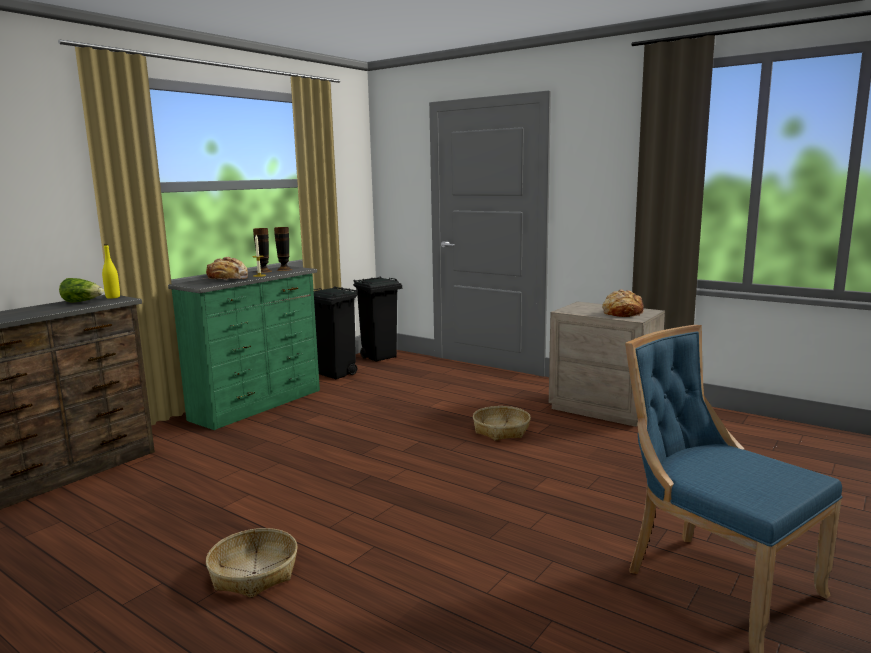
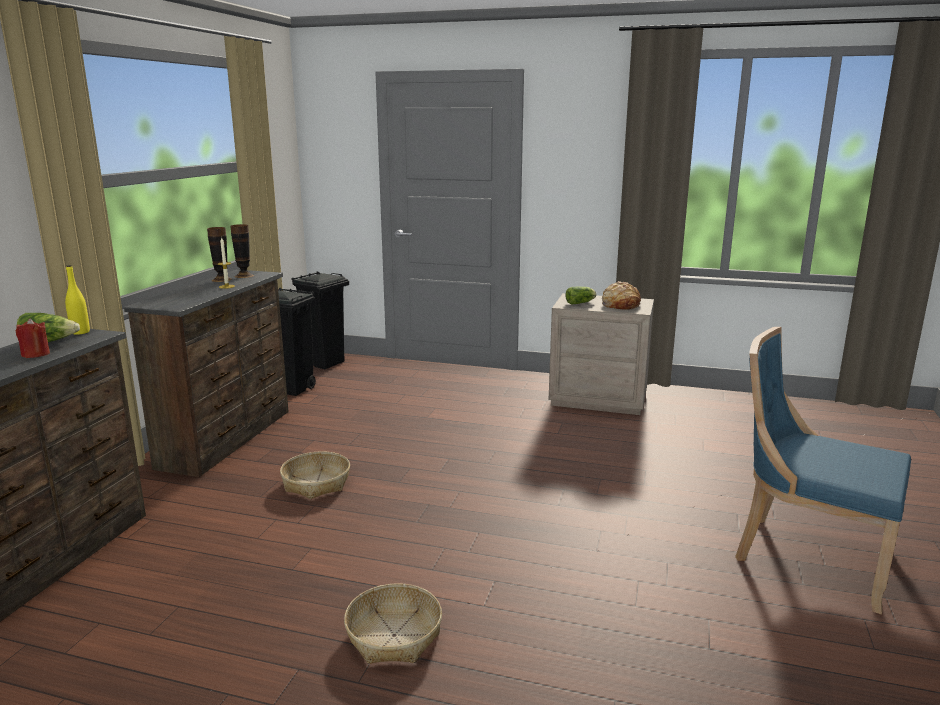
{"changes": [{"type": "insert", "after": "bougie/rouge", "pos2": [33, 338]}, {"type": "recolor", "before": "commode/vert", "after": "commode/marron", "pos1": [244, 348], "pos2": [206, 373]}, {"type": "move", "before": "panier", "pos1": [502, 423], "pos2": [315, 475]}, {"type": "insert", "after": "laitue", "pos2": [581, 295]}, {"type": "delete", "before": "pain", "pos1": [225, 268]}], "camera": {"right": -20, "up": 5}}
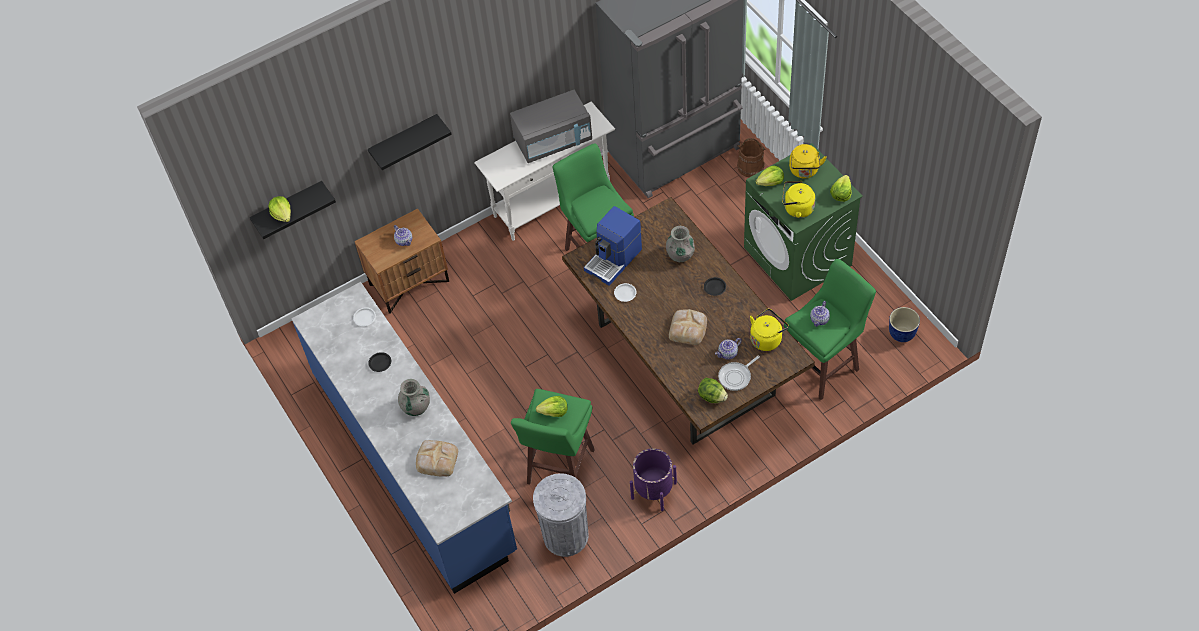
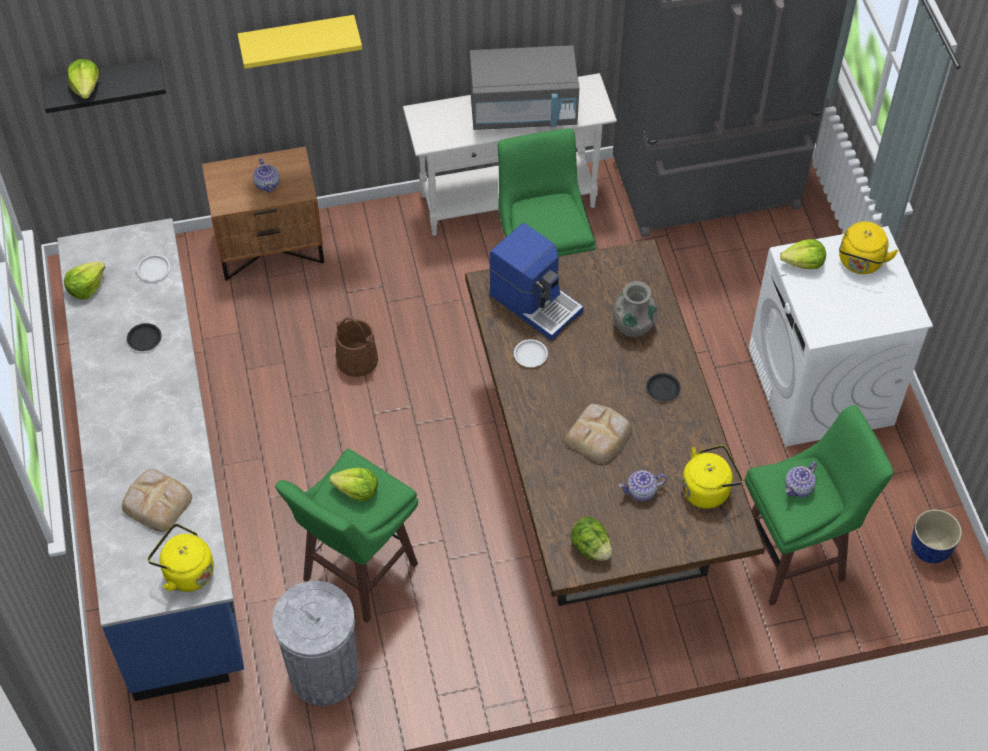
{"changes": [{"type": "move", "before": "laitue", "pos1": [841, 188], "pos2": [84, 280]}, {"type": "move", "before": "bouilloire/jaune", "pos1": [798, 199], "pos2": [181, 557]}, {"type": "recolor", "before": "étagère/noir", "after": "étagère/jaune", "pos1": [410, 142], "pos2": [300, 42]}, {"type": "move", "before": "seau/marron", "pos1": [751, 157], "pos2": [356, 347]}, {"type": "rotate", "before": "machine à café", "pos1": [613, 246], "pos2": [536, 282], "turn": -105}, {"type": "recolor", "before": "lave-linge/vert", "after": "lave-linge/blanc", "pos1": [803, 222], "pos2": [841, 336]}, {"type": "delete", "before": "vase/gris", "pos1": [414, 397]}, {"type": "delete", "before": "cache-pot/violet", "pos1": [653, 479]}, {"type": "delete", "before": "poêle", "pos1": [739, 373]}], "camera": {"right": 15, "up": 0}}
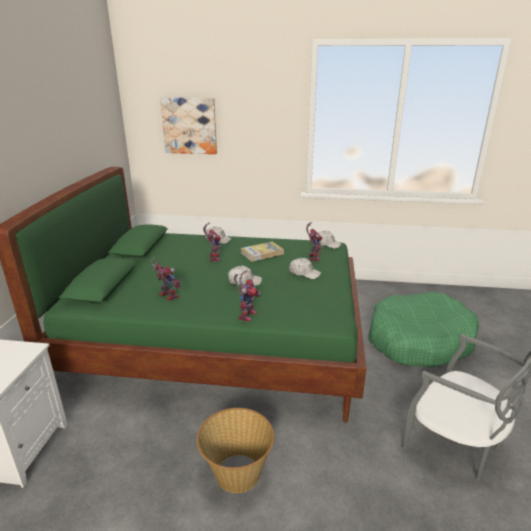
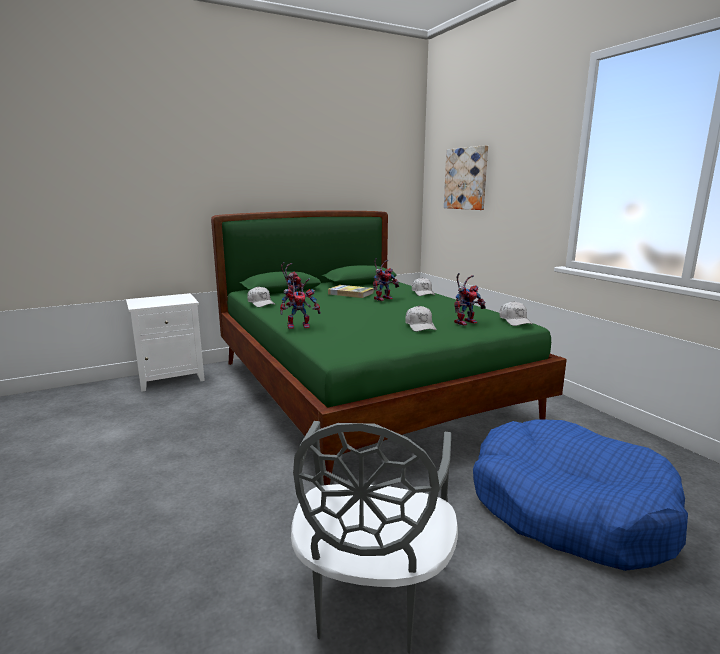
{"changes": [{"type": "move", "before": "casquette/blanc", "pos1": [245, 276], "pos2": [261, 296]}, {"type": "move", "before": "livre", "pos1": [262, 252], "pos2": [351, 291]}, {"type": "recolor", "before": "panier pour chien/vert", "after": "panier pour chien/bleu", "pos1": [423, 330], "pos2": [580, 495]}, {"type": "delete", "before": "panier", "pos1": [235, 450]}], "camera": {"right": 55, "up": -10}}
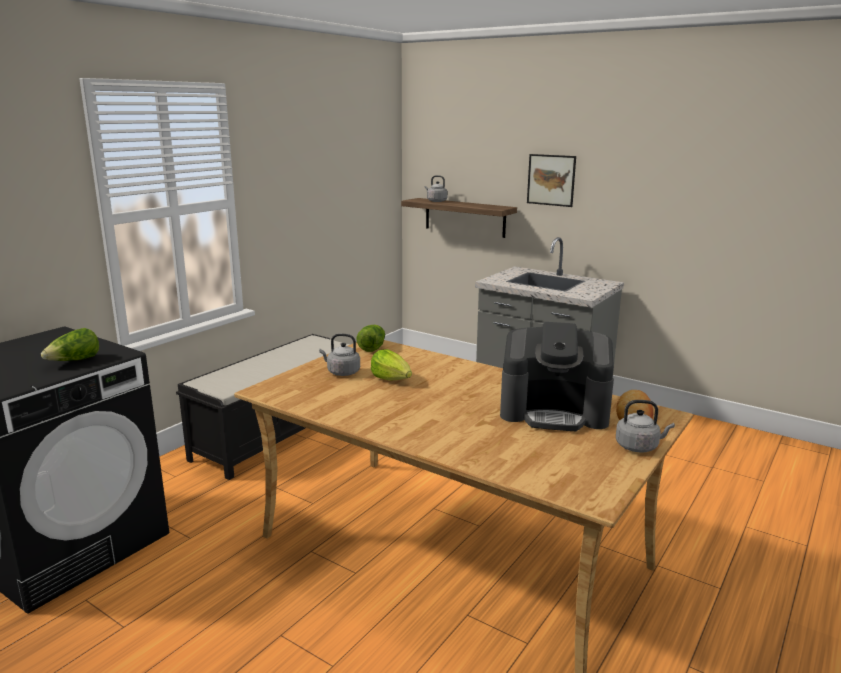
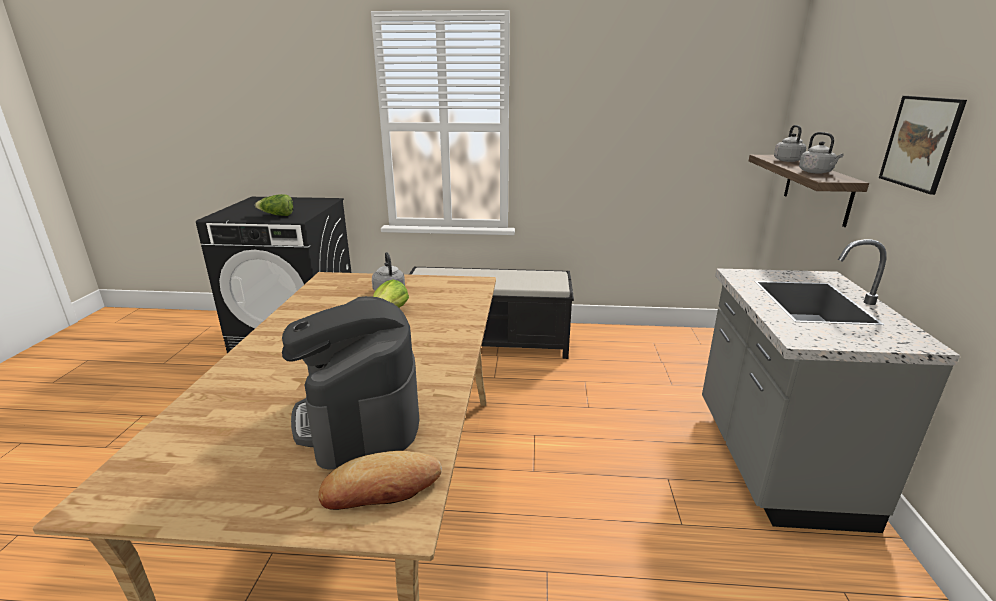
{"changes": [{"type": "move", "before": "bouilloire/gris", "pos1": [645, 426], "pos2": [821, 153]}, {"type": "delete", "before": "laitue", "pos1": [370, 338]}], "camera": {"right": 60, "up": 5}}
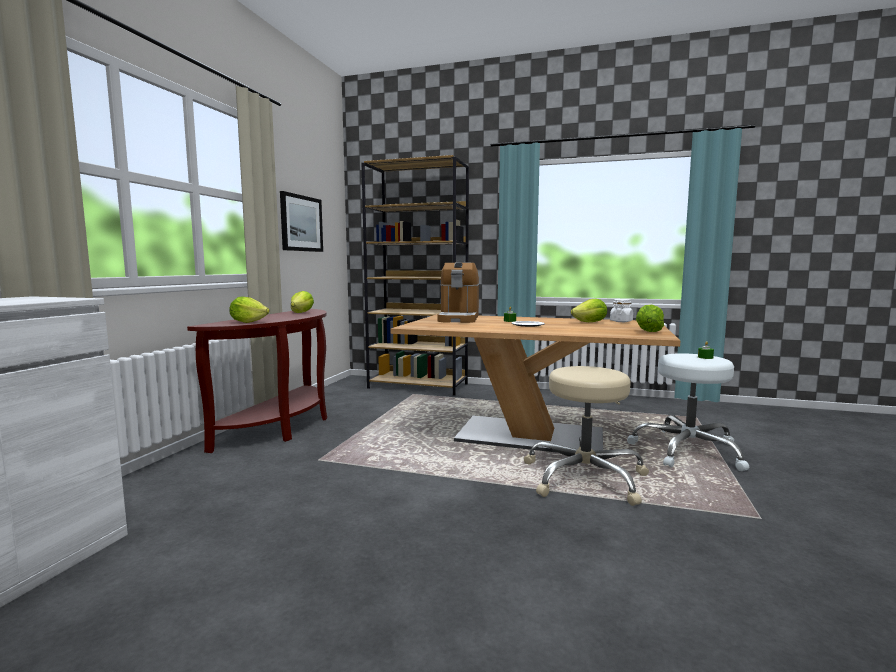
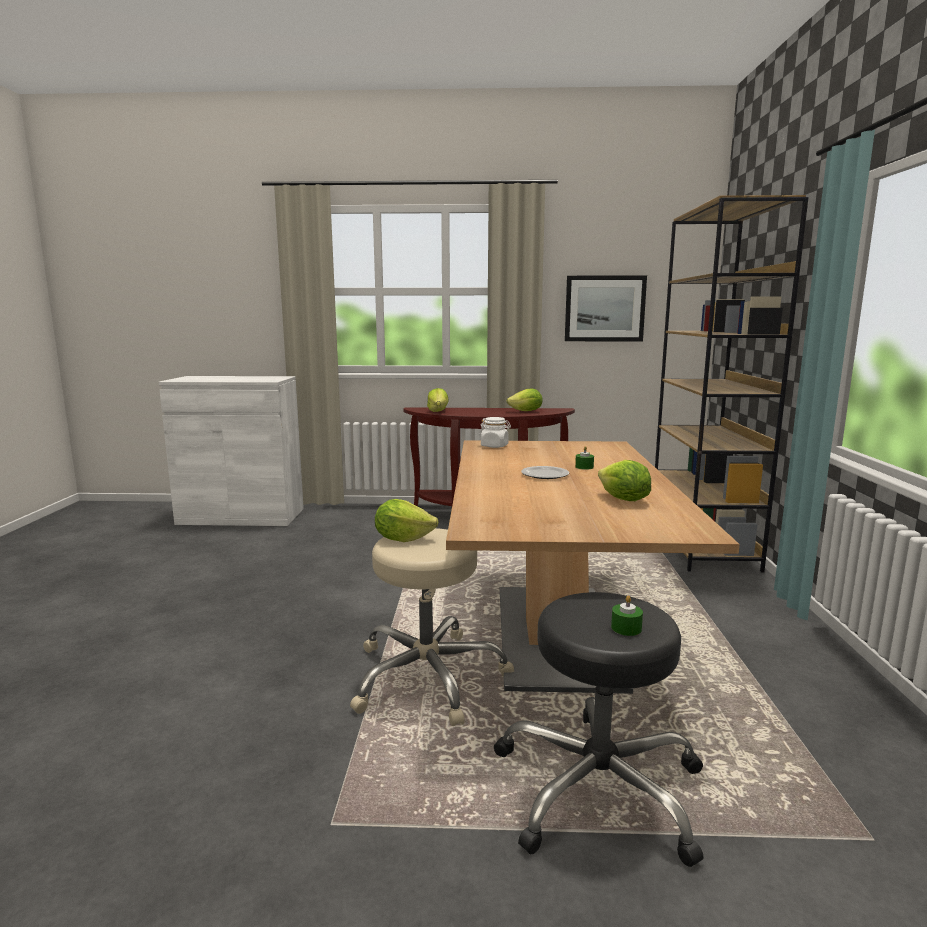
{"changes": [{"type": "move", "before": "laitue", "pos1": [650, 318], "pos2": [406, 520]}, {"type": "move", "before": "bocal/blanc", "pos1": [621, 310], "pos2": [495, 432]}, {"type": "recolor", "before": "tabouret/blanc", "after": "tabouret/noir", "pos1": [688, 412], "pos2": [598, 729]}, {"type": "delete", "before": "machine à café", "pos1": [458, 292]}], "camera": {"right": 75, "up": 5}}
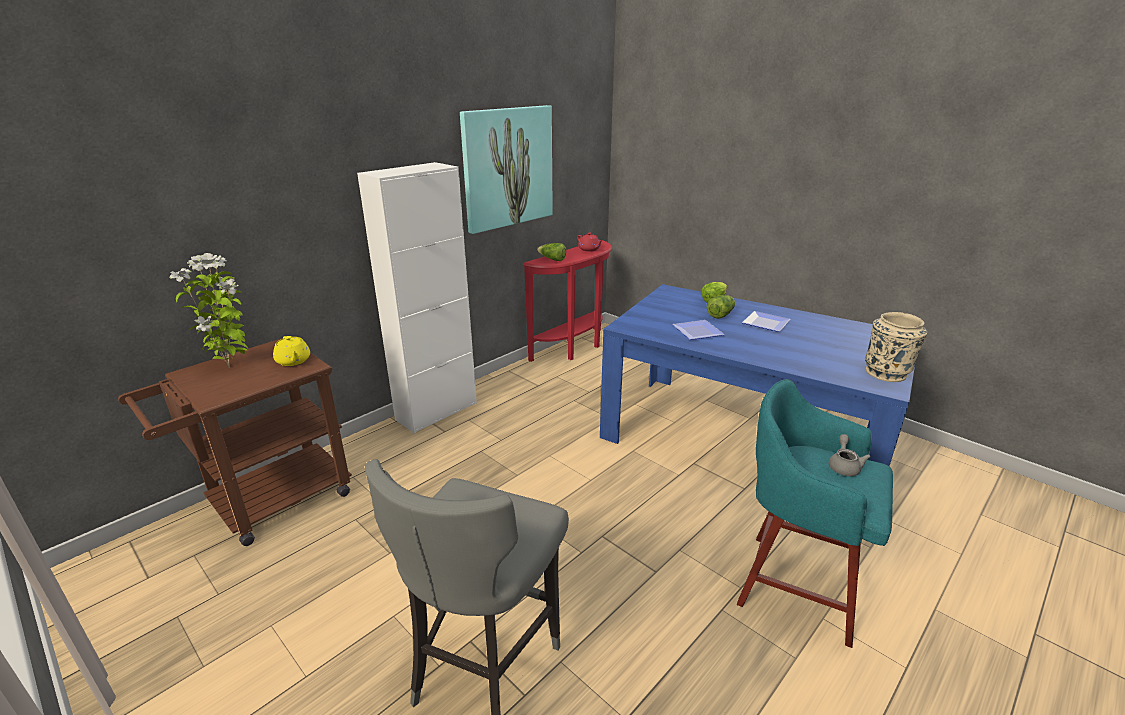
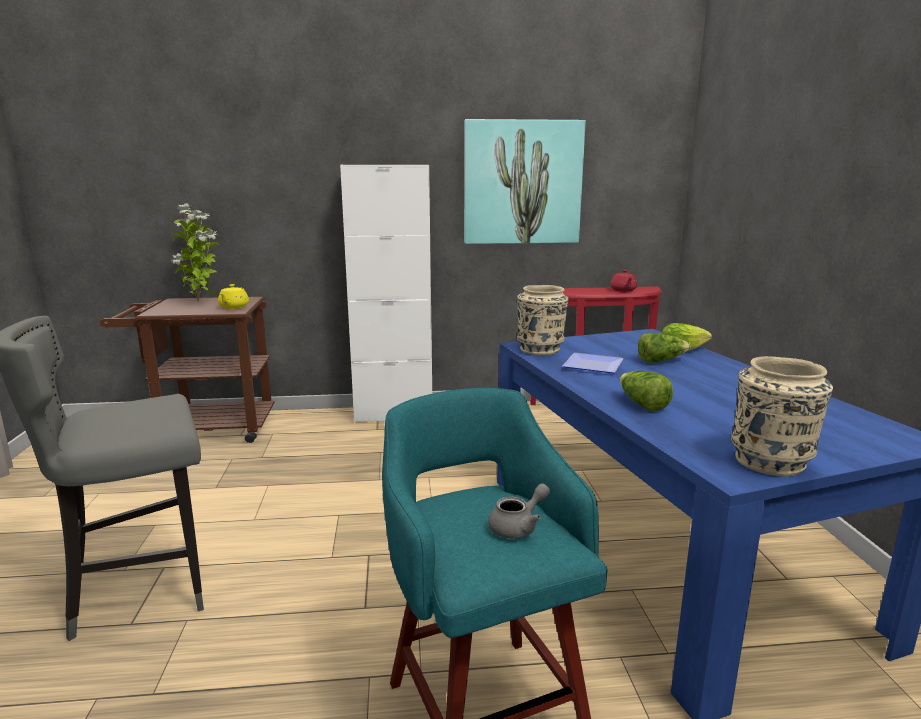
{"changes": [{"type": "insert", "after": "vase/beige", "pos2": [543, 320]}, {"type": "move", "before": "laitue", "pos1": [551, 252], "pos2": [646, 391]}, {"type": "delete", "before": "assiette", "pos1": [766, 321]}], "camera": {"right": 40, "up": -10}}
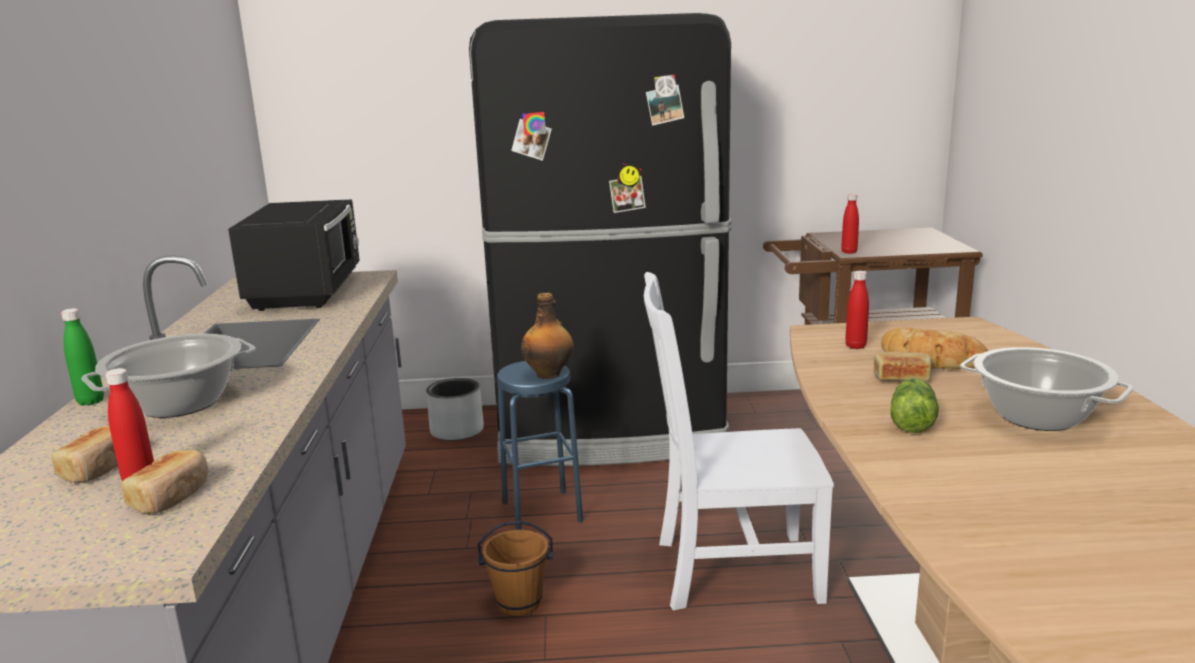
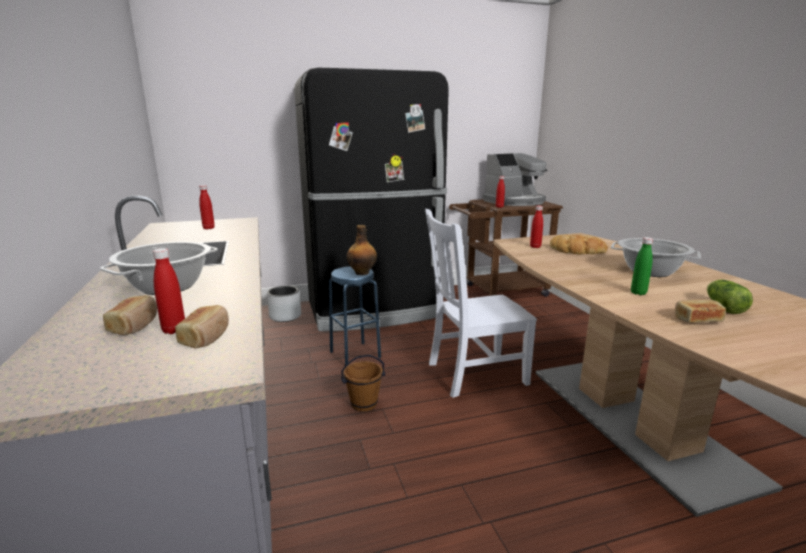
{"changes": [{"type": "replace", "before": "micro-ondes/noir", "after": "bouteille/rouge", "pos1": [294, 255], "pos2": [207, 207]}, {"type": "insert", "after": "machine à café", "pos2": [514, 179]}, {"type": "move", "before": "bouteille/vert", "pos1": [82, 357], "pos2": [642, 266]}, {"type": "move", "before": "pain", "pos1": [903, 366], "pos2": [700, 311]}, {"type": "move", "before": "laitue", "pos1": [914, 405], "pos2": [730, 296]}], "camera": {"right": -15, "up": 0}}
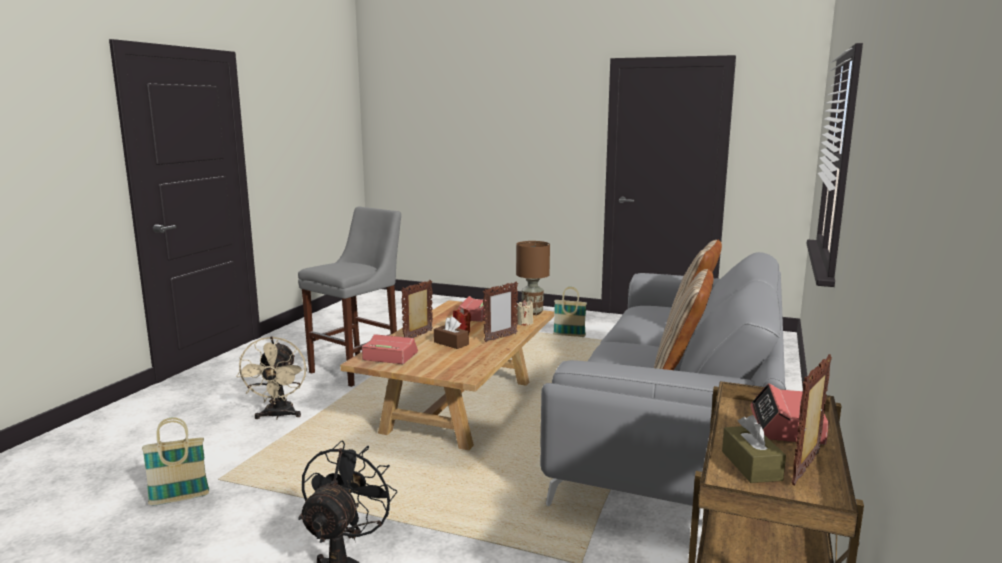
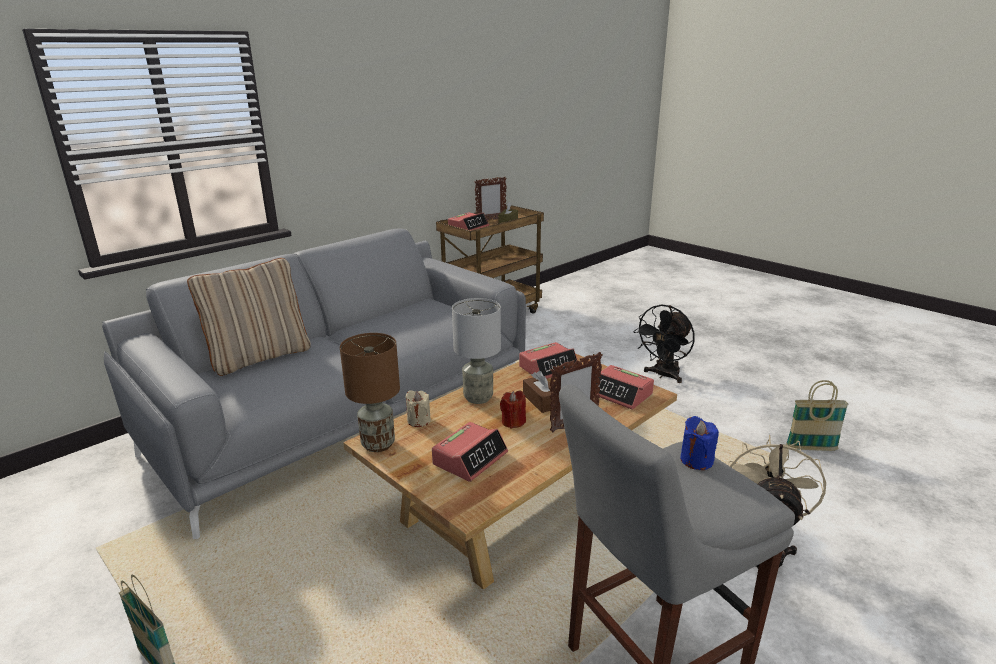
{"changes": [{"type": "replace", "before": "cadre photo", "after": "lampe de table/gris", "pos1": [500, 311], "pos2": [476, 351]}, {"type": "insert", "after": "réveil", "pos2": [548, 360]}, {"type": "insert", "after": "bougie/bleu", "pos2": [699, 443]}, {"type": "delete", "before": "coussin/beige", "pos1": [683, 319]}], "camera": {"right": -155, "up": 10}}
